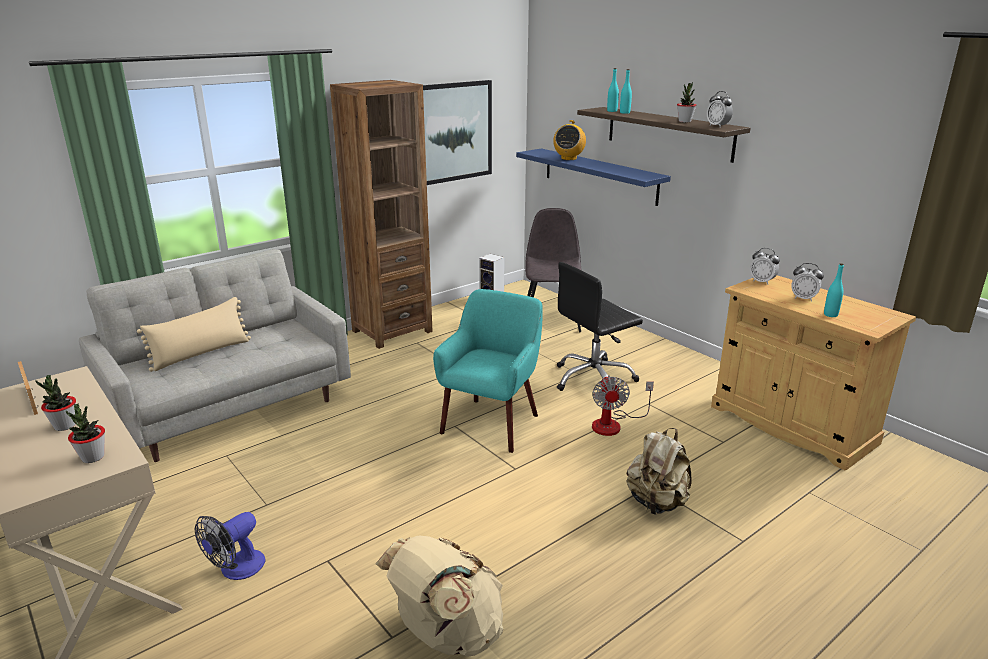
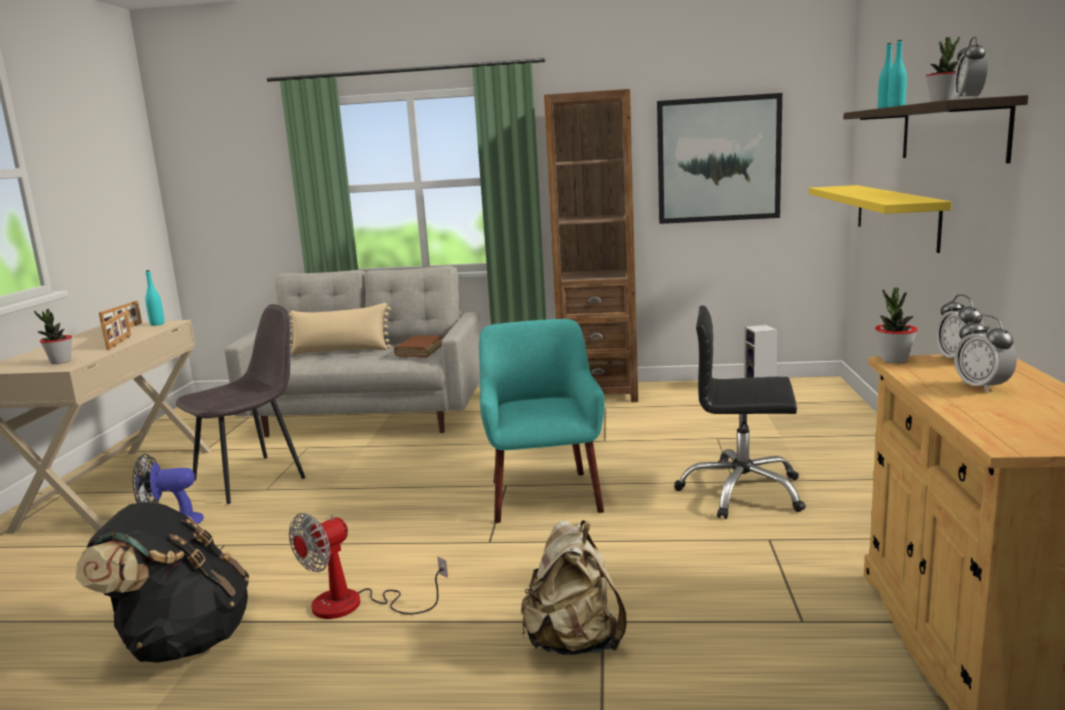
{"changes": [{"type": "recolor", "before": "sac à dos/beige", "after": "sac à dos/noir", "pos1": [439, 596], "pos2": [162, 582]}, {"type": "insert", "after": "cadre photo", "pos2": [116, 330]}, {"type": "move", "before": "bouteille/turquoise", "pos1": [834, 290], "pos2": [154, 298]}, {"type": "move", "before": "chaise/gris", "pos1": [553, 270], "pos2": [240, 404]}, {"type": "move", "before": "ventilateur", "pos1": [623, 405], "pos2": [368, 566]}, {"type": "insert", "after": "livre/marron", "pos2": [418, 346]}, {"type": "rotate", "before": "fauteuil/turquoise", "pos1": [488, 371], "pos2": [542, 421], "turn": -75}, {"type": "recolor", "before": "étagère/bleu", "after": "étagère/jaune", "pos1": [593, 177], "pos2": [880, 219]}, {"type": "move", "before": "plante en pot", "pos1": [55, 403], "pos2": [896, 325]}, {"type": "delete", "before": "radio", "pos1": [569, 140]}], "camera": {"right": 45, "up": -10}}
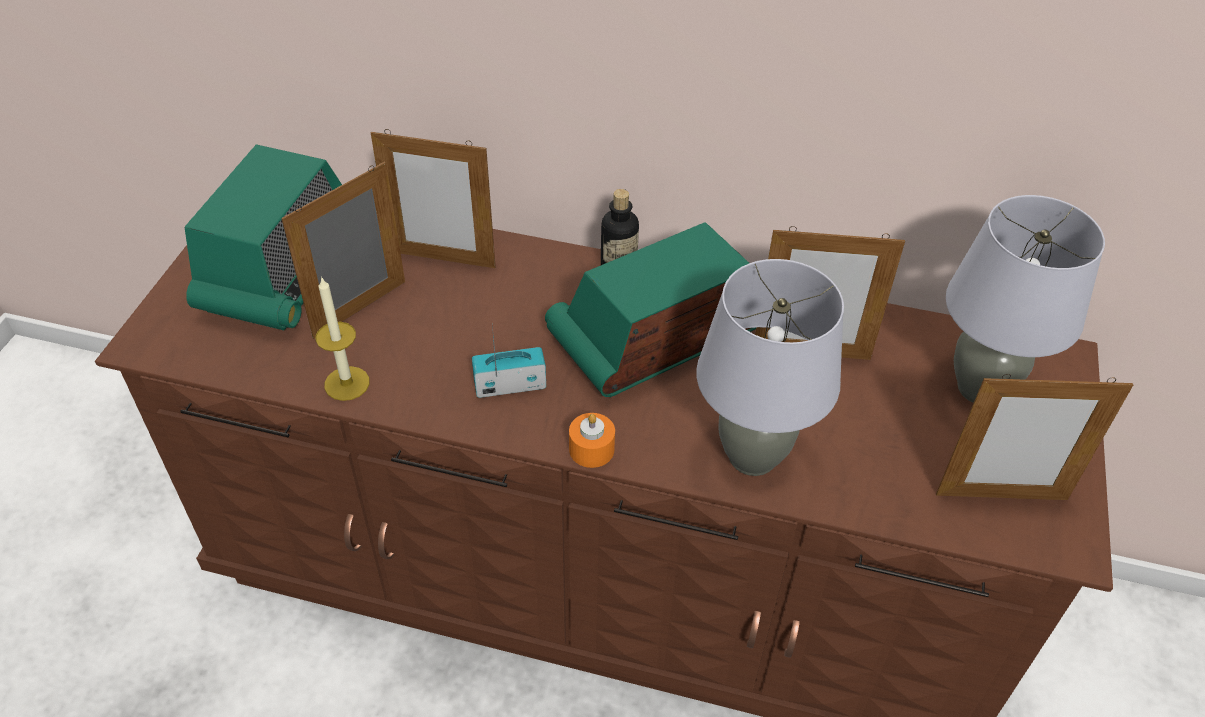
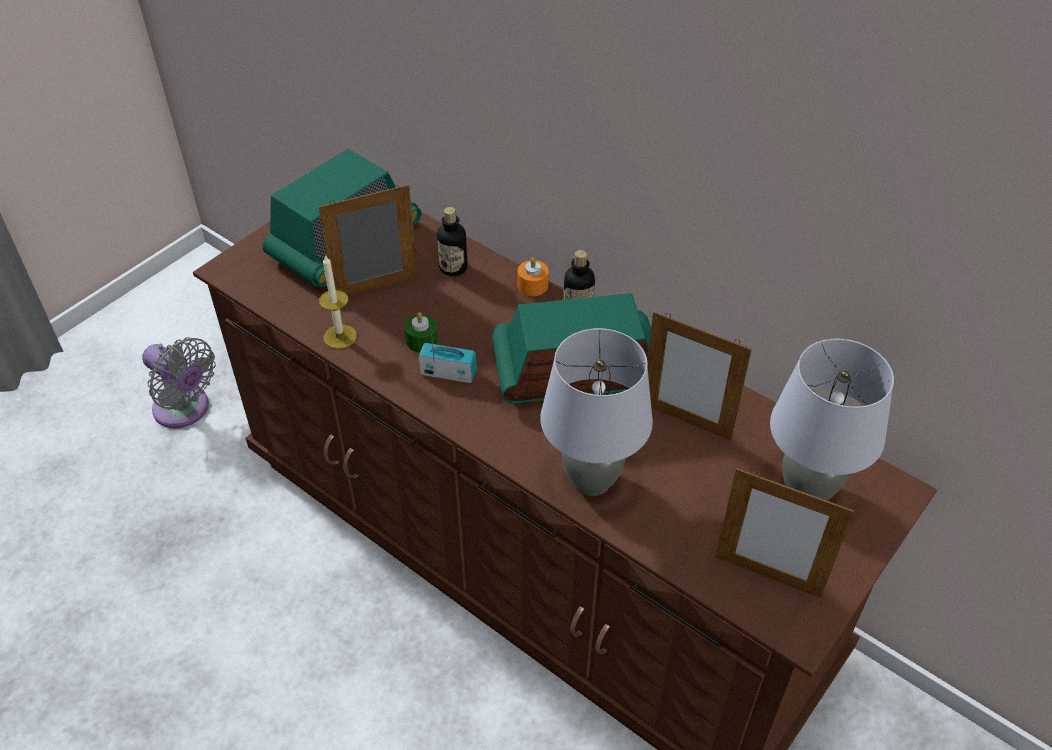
{"changes": [{"type": "insert", "after": "ventilateur/gris", "pos2": [179, 382]}, {"type": "insert", "after": "bougie/vert", "pos2": [421, 332]}, {"type": "replace", "before": "cadre photo", "after": "bouteille", "pos1": [433, 198], "pos2": [452, 241]}, {"type": "move", "before": "bougie/orange", "pos1": [592, 440], "pos2": [533, 276]}], "camera": {"right": 25, "up": 0}}
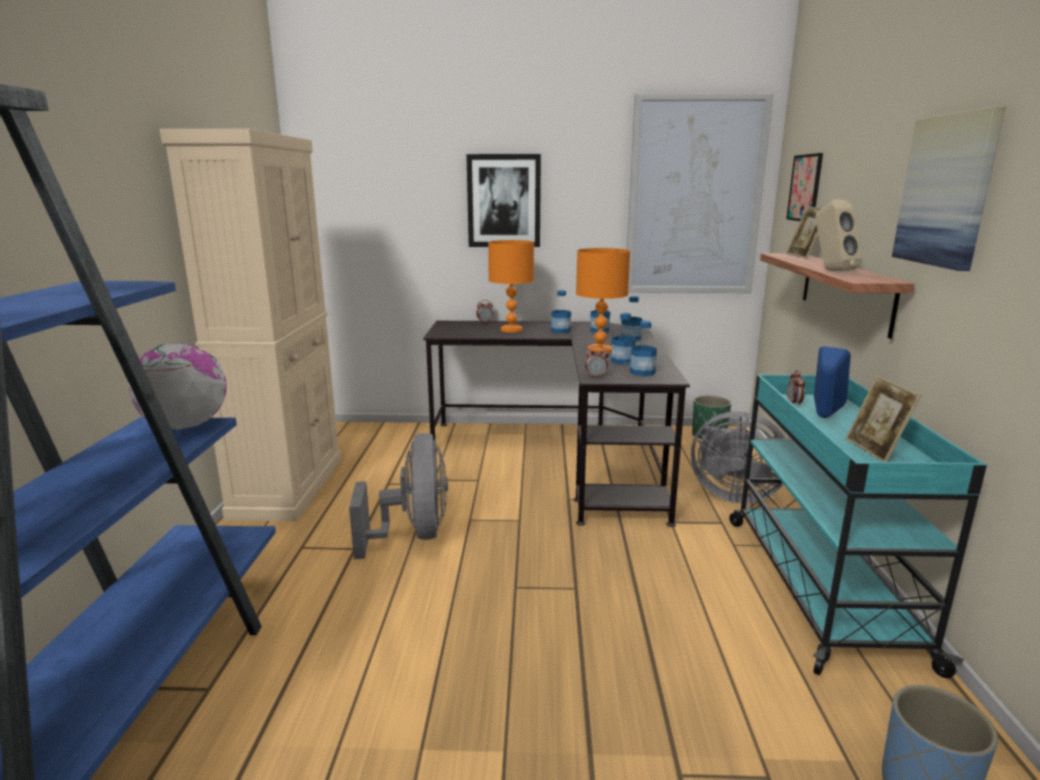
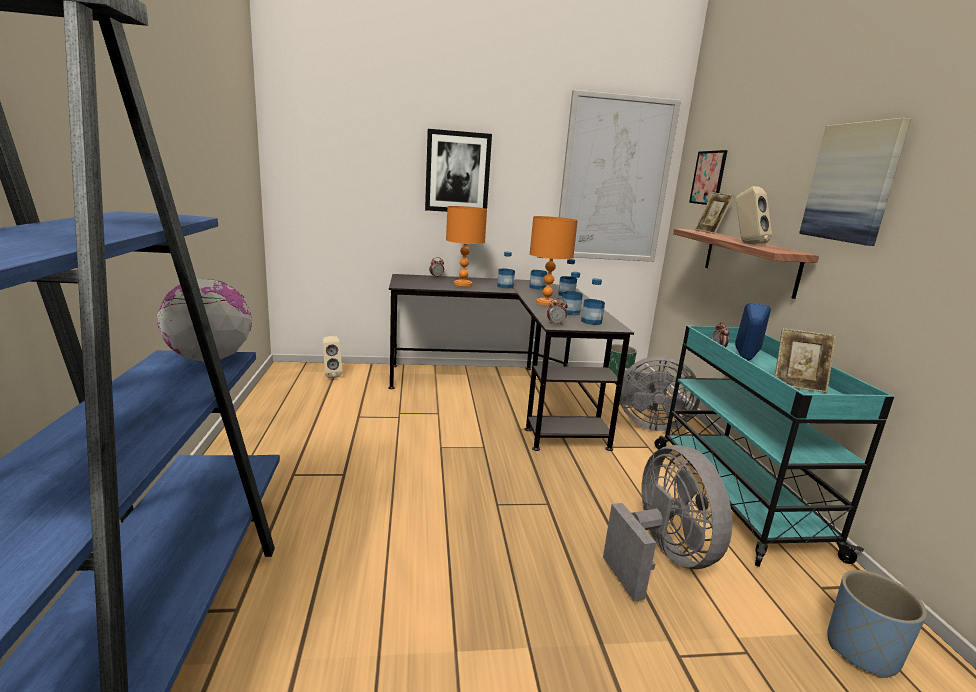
{"changes": [{"type": "insert", "after": "enceinte/beige", "pos2": [333, 357]}, {"type": "move", "before": "ventilateur/gris", "pos1": [398, 496], "pos2": [667, 523]}, {"type": "rotate", "before": "cadre photo", "pos1": [883, 419], "pos2": [805, 360], "turn": -60}, {"type": "delete", "before": "meuble de rangement/beige", "pos1": [250, 325]}], "camera": {"right": -10, "up": 0}}
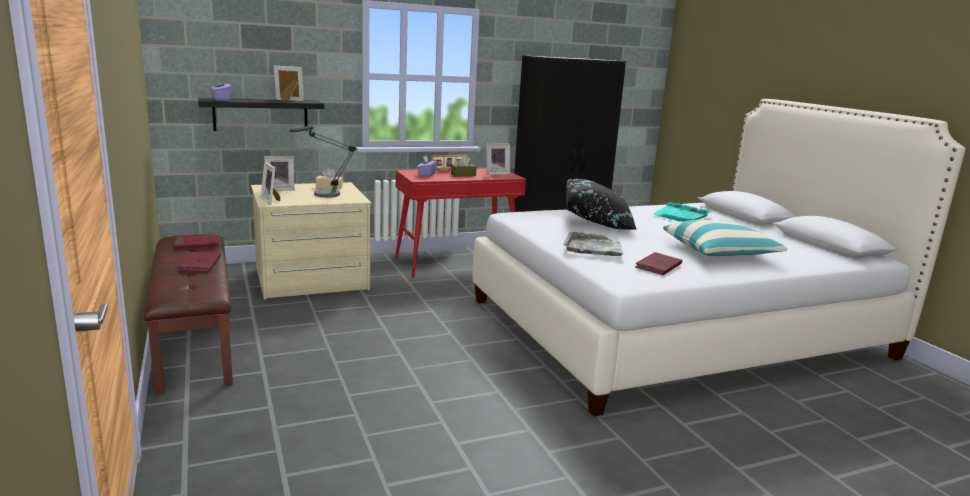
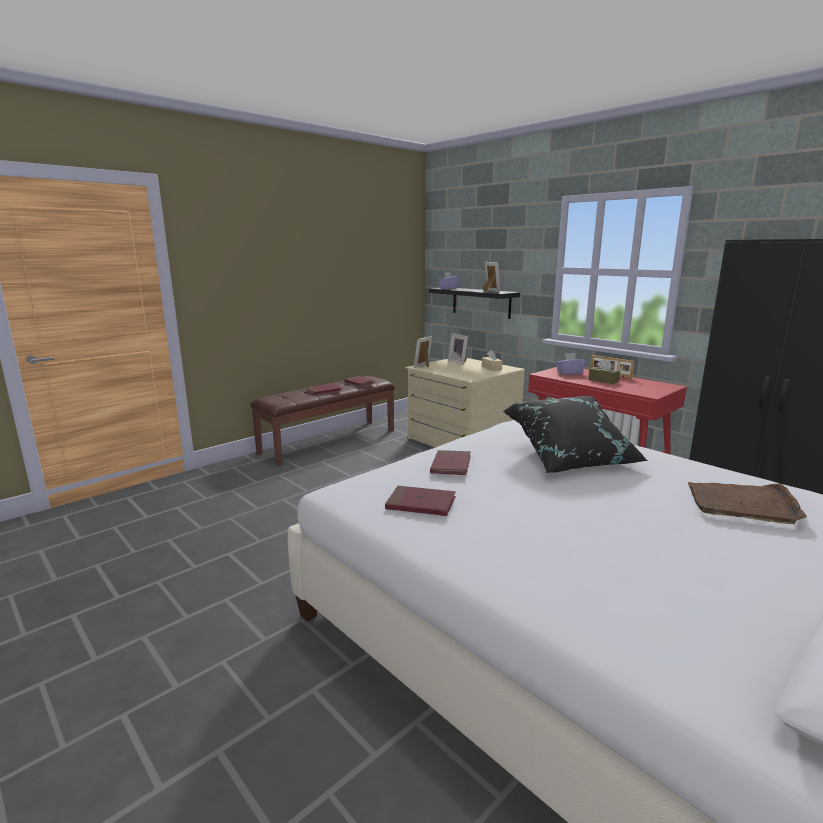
{"changes": [{"type": "replace", "before": "plateau/gris", "after": "livre/rouge", "pos1": [593, 244], "pos2": [450, 462]}, {"type": "recolor", "before": "plateau/turquoise", "after": "plateau/marron", "pos1": [682, 212], "pos2": [747, 503]}, {"type": "delete", "before": "lampe de table", "pos1": [323, 161]}, {"type": "delete", "before": "cadre photo", "pos1": [498, 159]}, {"type": "delete", "before": "coussin", "pos1": [725, 238]}], "camera": {"right": 70, "up": 0}}
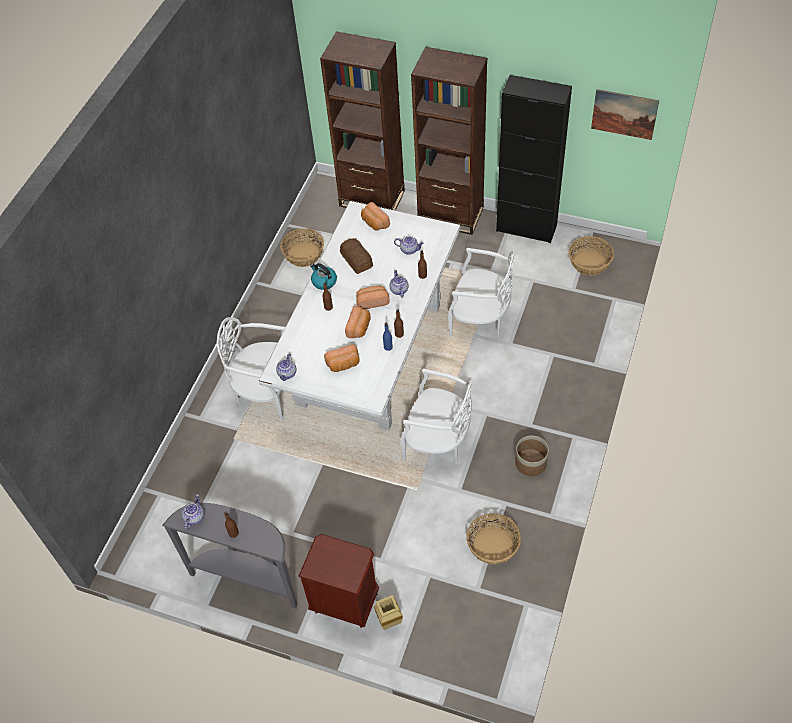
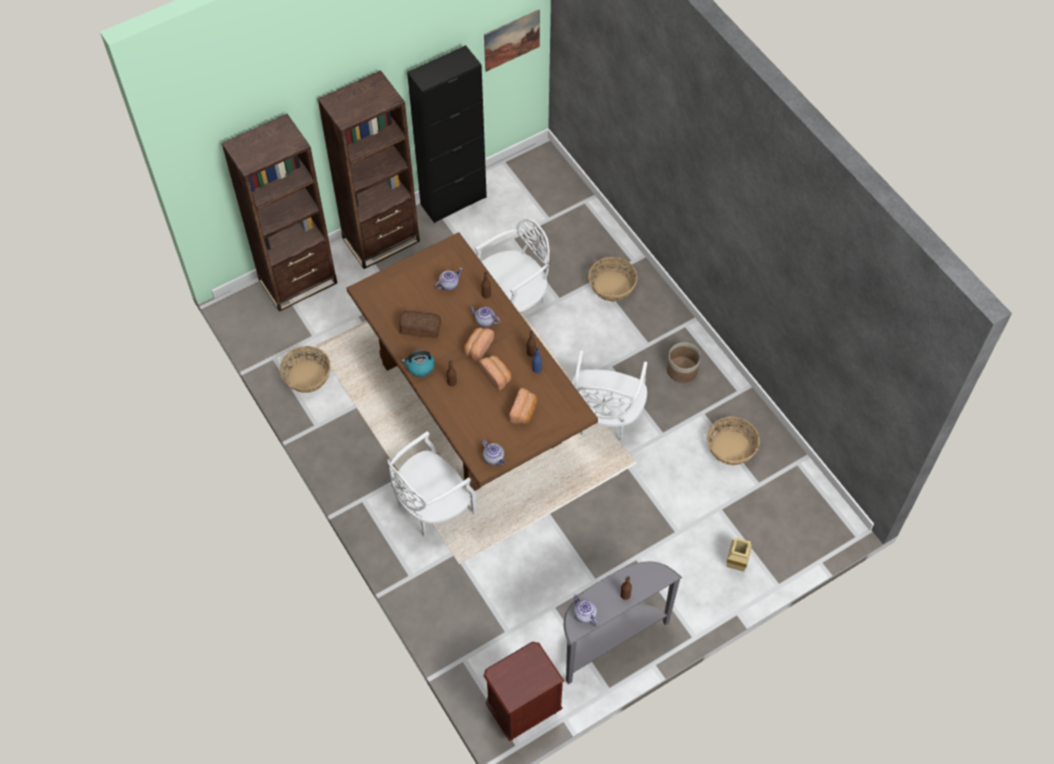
{"changes": [{"type": "recolor", "before": "table à manger/blanc", "after": "table à manger/marron", "pos1": [360, 315], "pos2": [472, 361]}, {"type": "move", "before": "table de chevet/marron", "pos1": [338, 581], "pos2": [524, 691]}, {"type": "rotate", "before": "chaise/blanc", "pos1": [436, 416], "pos2": [609, 396], "turn": 135}, {"type": "move", "before": "panier", "pos1": [591, 256], "pos2": [613, 279]}, {"type": "delete", "before": "pain", "pos1": [375, 216]}], "camera": {"right": -55, "up": 5}}
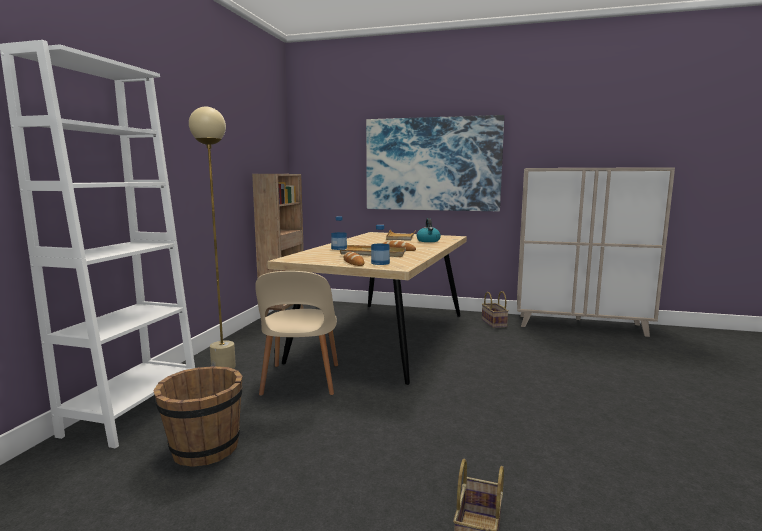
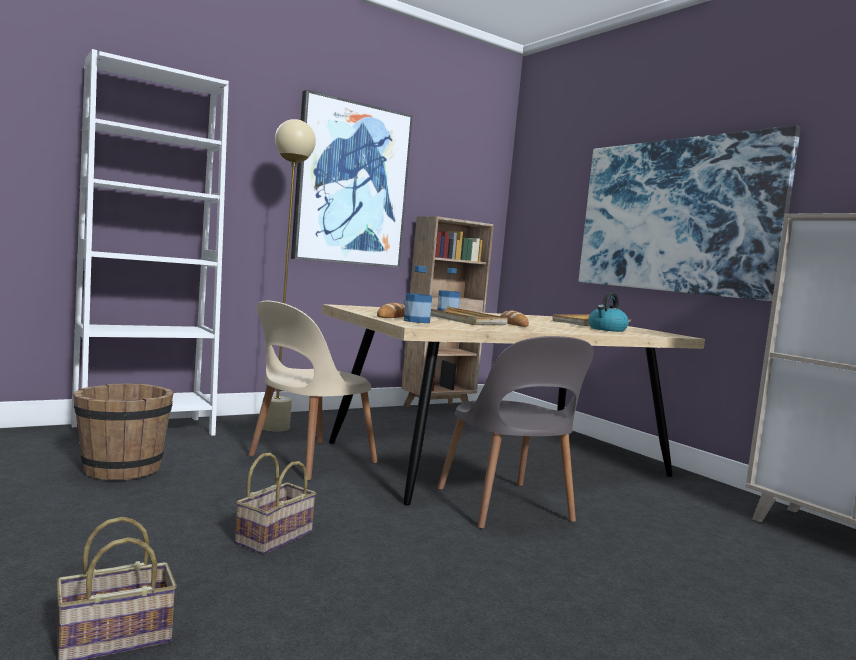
{"changes": [{"type": "move", "before": "panier", "pos1": [495, 309], "pos2": [275, 504]}, {"type": "insert", "after": "tableau", "pos2": [352, 179]}, {"type": "insert", "after": "chaise/gris", "pos2": [515, 432]}], "camera": {"right": 40, "up": -5}}
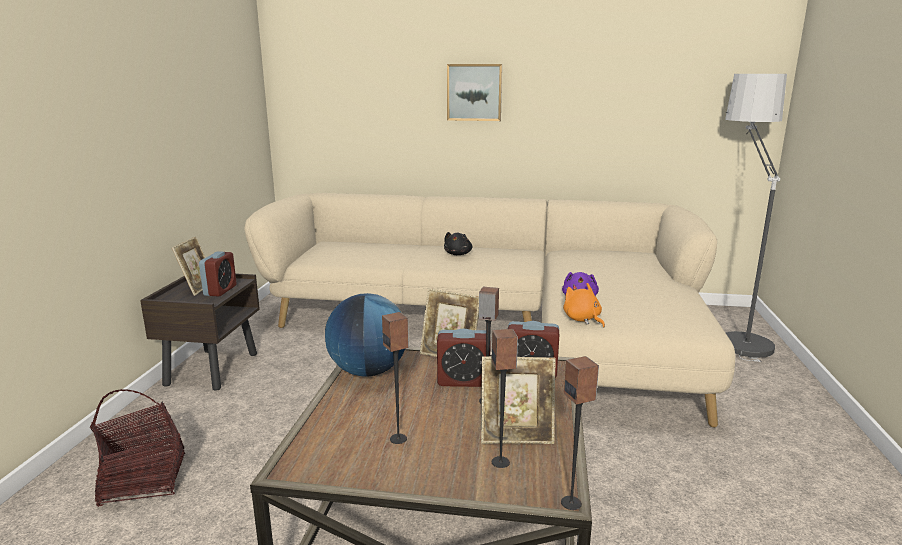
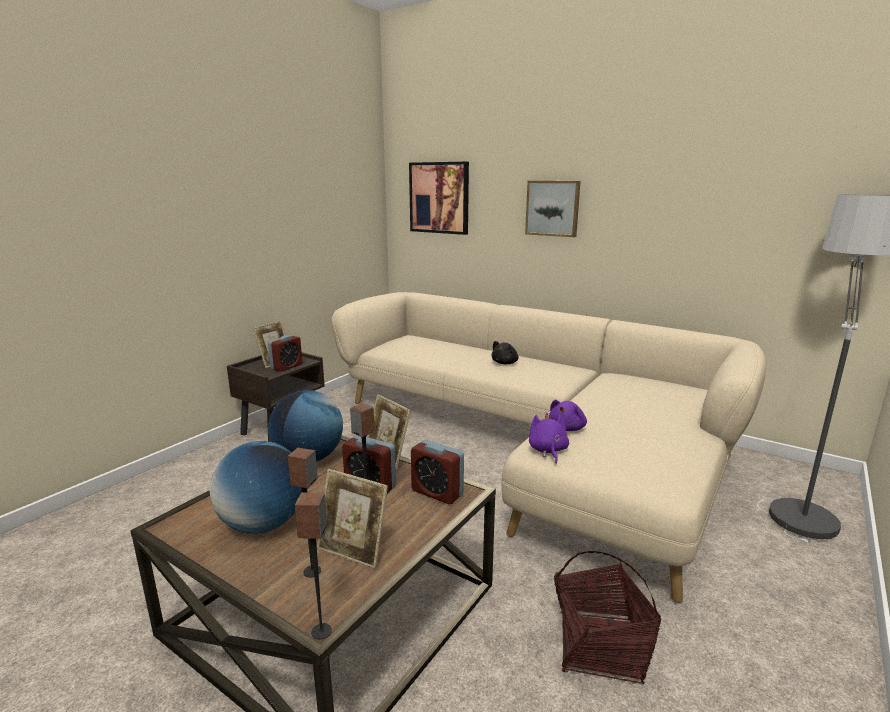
{"changes": [{"type": "replace", "before": "enceinte", "after": "globe", "pos1": [395, 378], "pos2": [256, 487]}, {"type": "insert", "after": "tableau", "pos2": [439, 198]}, {"type": "recolor", "before": "peluche/orange", "after": "peluche/violet", "pos1": [584, 305], "pos2": [549, 438]}, {"type": "move", "before": "panier", "pos1": [137, 448], "pos2": [608, 617]}], "camera": {"right": 25, "up": 0}}
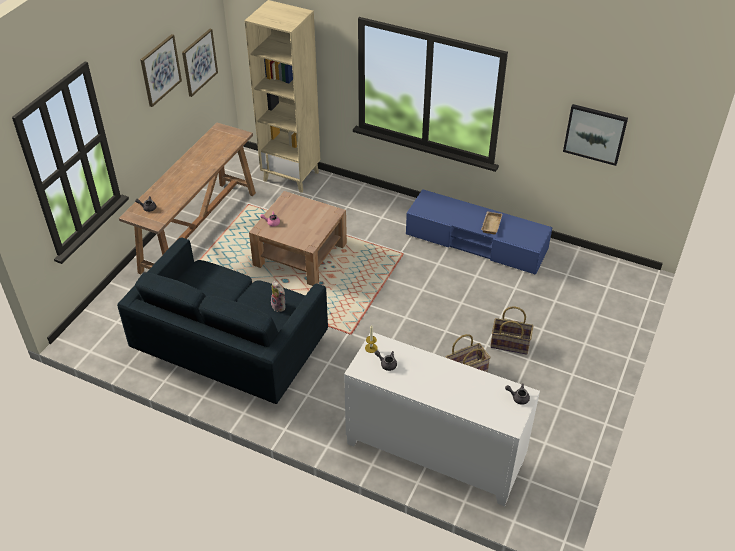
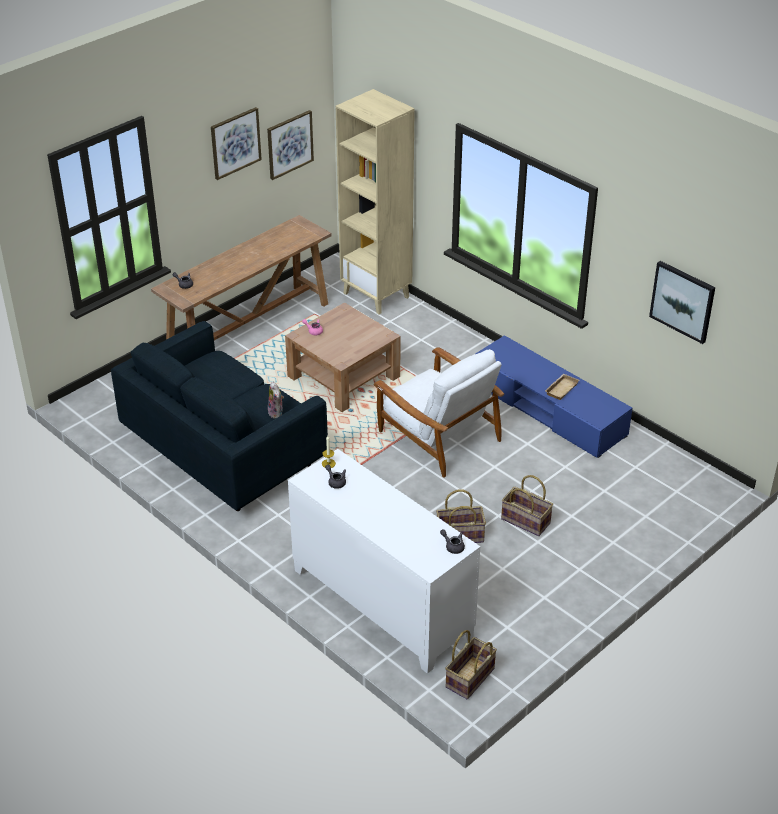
{"changes": [{"type": "insert", "after": "fauteuil/blanc", "pos2": [439, 412]}, {"type": "insert", "after": "panier", "pos2": [471, 664]}], "camera": {"right": 20, "up": -5}}
